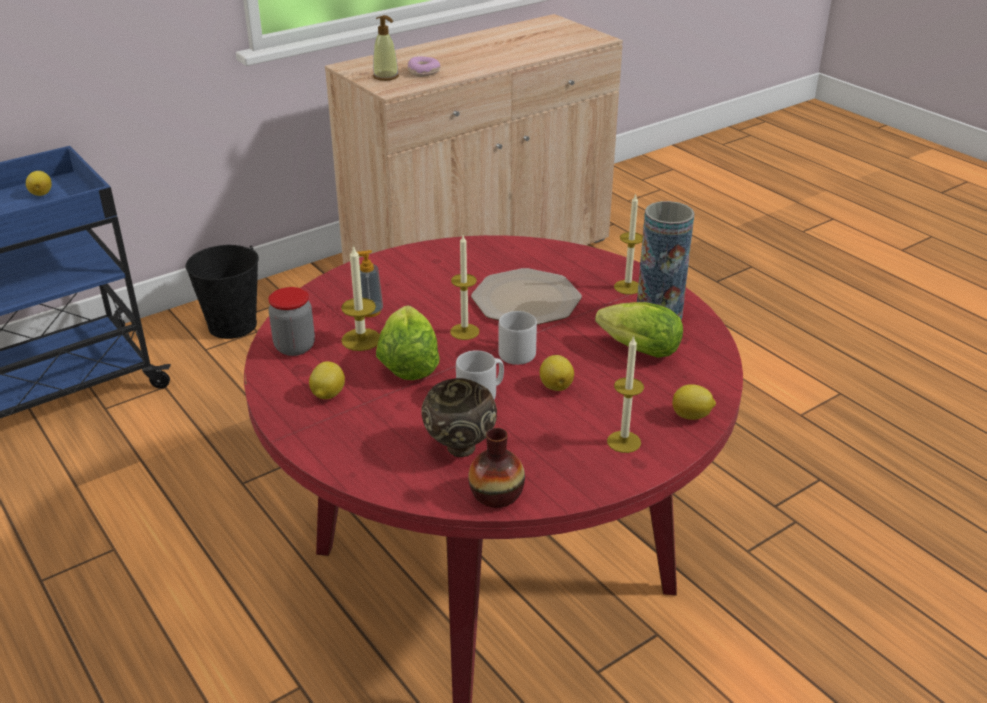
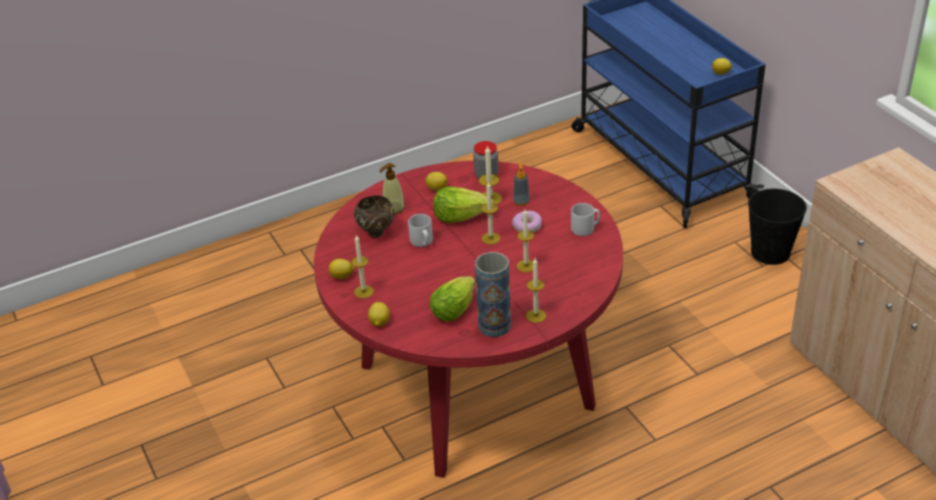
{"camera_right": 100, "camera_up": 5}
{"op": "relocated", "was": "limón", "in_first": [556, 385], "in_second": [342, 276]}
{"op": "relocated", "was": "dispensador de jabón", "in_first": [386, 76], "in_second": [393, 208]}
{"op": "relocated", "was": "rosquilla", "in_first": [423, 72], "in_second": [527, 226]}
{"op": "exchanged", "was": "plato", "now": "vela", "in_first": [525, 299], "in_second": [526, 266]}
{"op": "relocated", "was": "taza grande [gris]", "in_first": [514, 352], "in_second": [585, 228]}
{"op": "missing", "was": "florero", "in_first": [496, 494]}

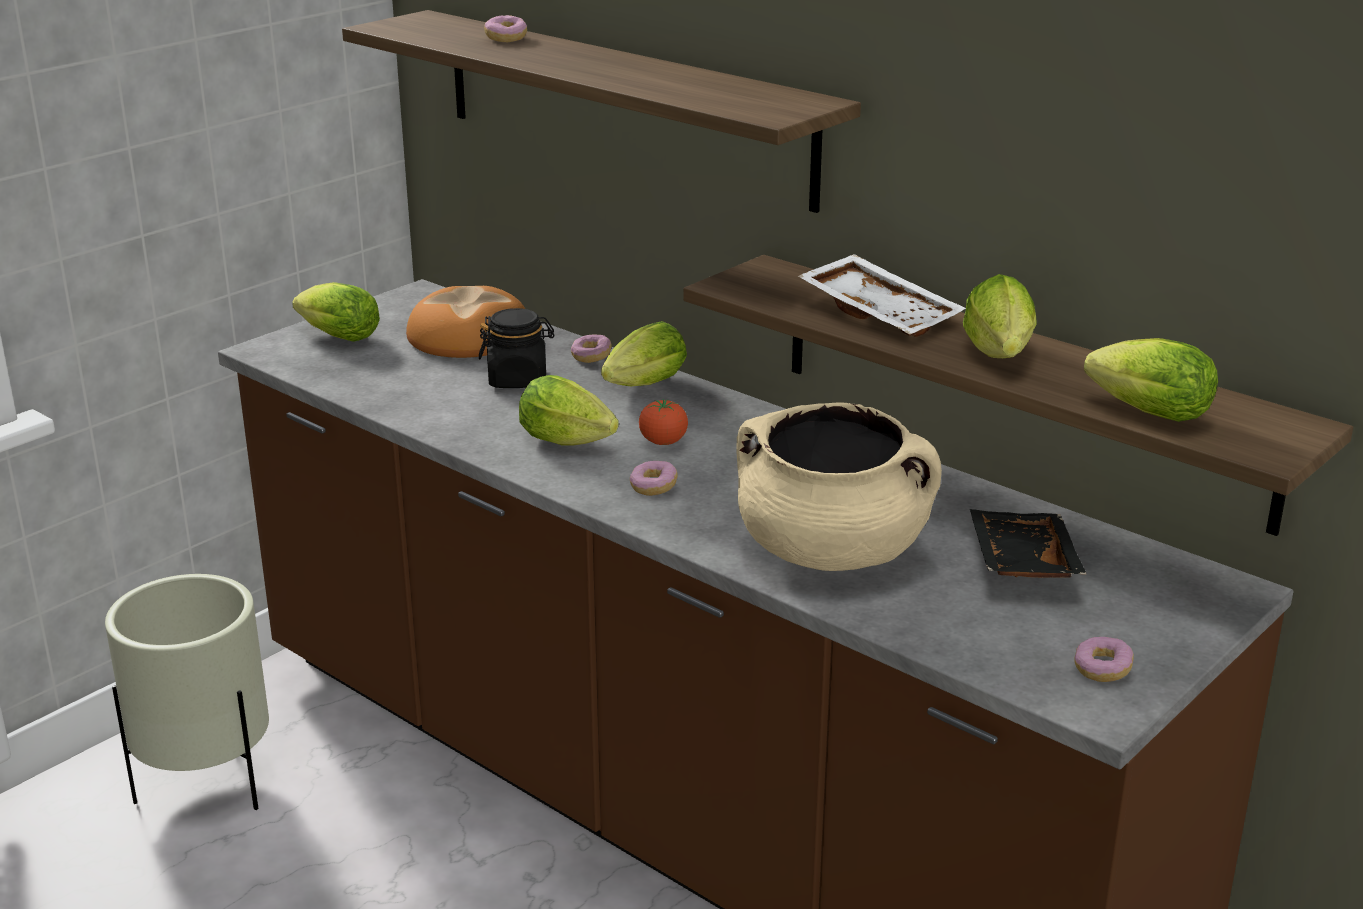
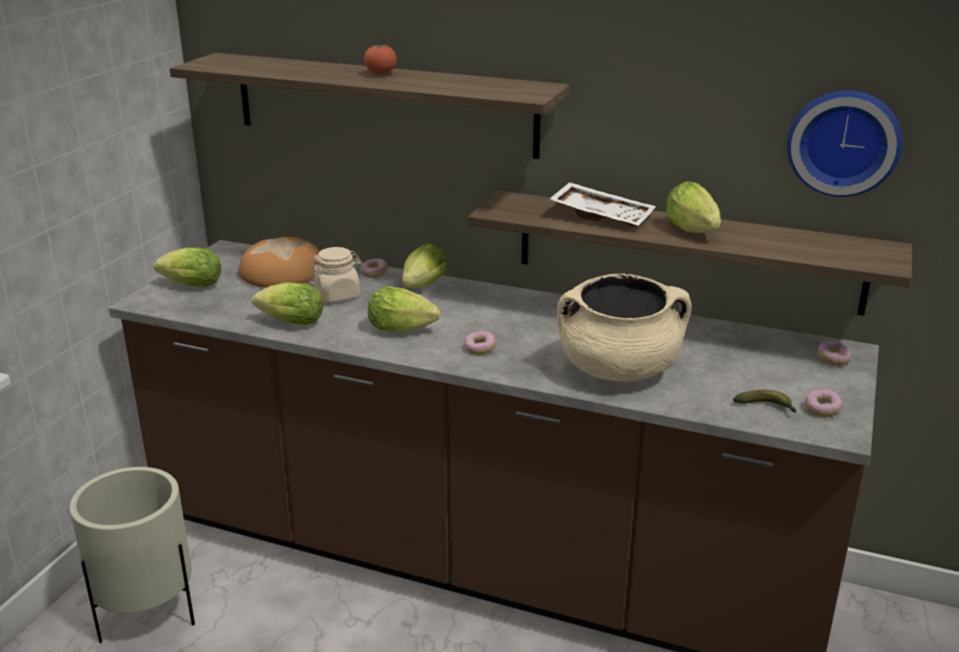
{"camera_right": -20, "camera_up": 0}
{"op": "relocated", "was": "lechuga", "in_first": [1143, 412], "in_second": [288, 322]}
{"op": "colour", "was": "tarro [negro]", "now": "tarro [beis]", "in_first": [518, 379], "in_second": [337, 295]}
{"op": "relocated", "was": "tomate", "in_first": [663, 442], "in_second": [381, 74]}
{"op": "appeared", "now": "plátano", "in_second": [767, 408]}
{"op": "appeared", "now": "reloj de pared", "in_second": [844, 141]}
{"op": "relocated", "was": "rosquilla", "in_first": [506, 38], "in_second": [833, 360]}
{"op": "missing", "was": "bandeja [negro]", "in_first": [1019, 562]}

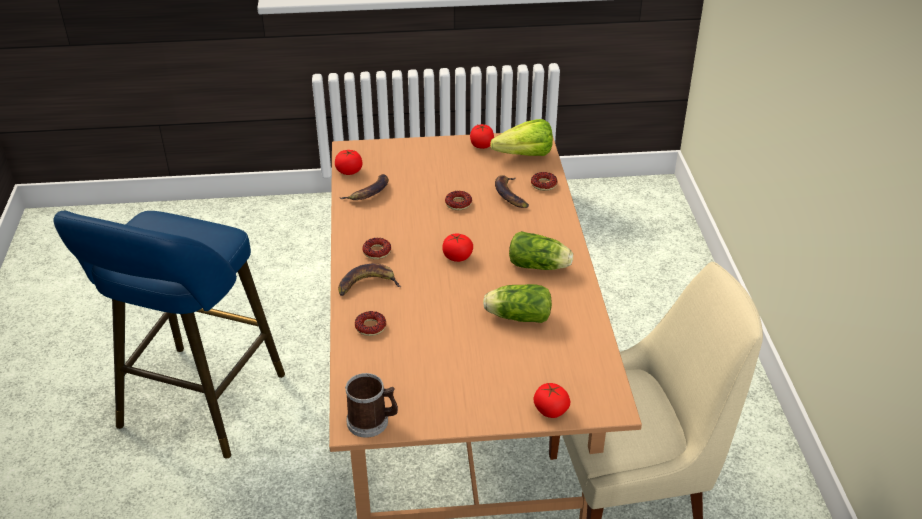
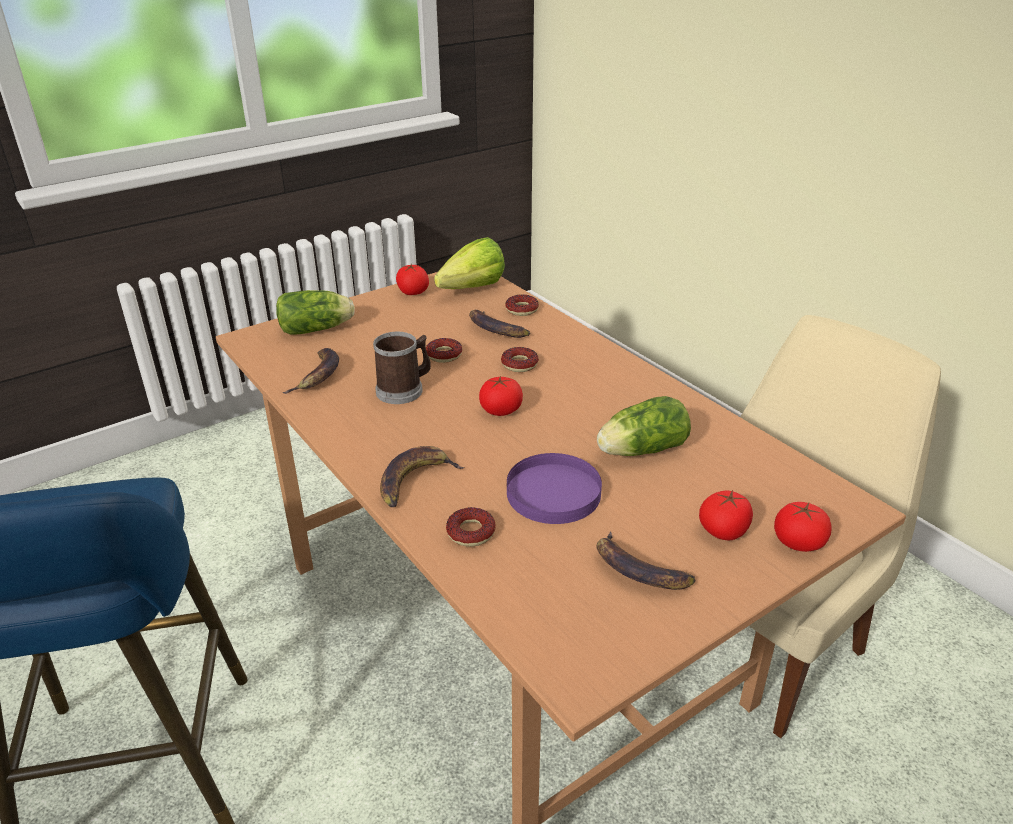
{"camera_right": -30, "camera_up": -5}
{"op": "relocated", "was": "lechuga", "in_first": [540, 266], "in_second": [318, 329]}
{"op": "relocated", "was": "taza grande", "in_first": [372, 422], "in_second": [404, 390]}
{"op": "relocated", "was": "rosquilla", "in_first": [377, 252], "in_second": [519, 364]}
{"op": "appeared", "now": "plato [morado]", "in_second": [553, 493]}
{"op": "appeared", "now": "plátano", "in_second": [638, 570]}
{"op": "relocated", "was": "tomate", "in_first": [349, 171], "in_second": [723, 531]}

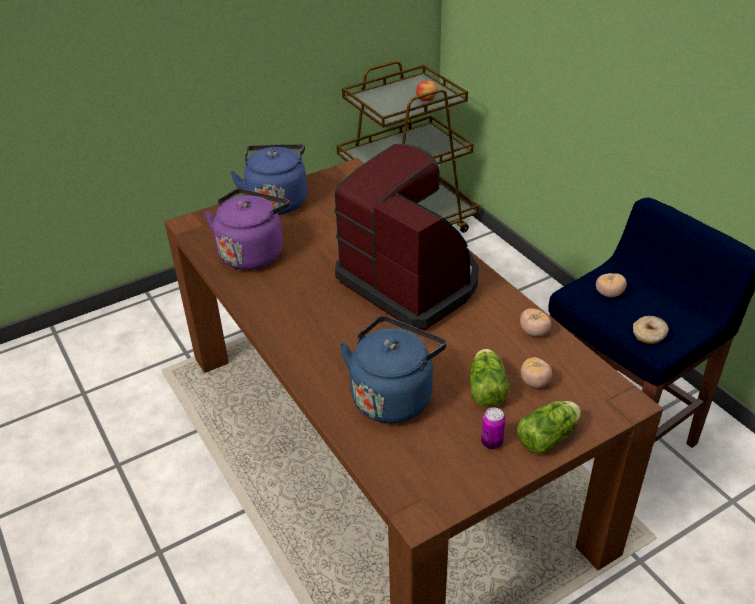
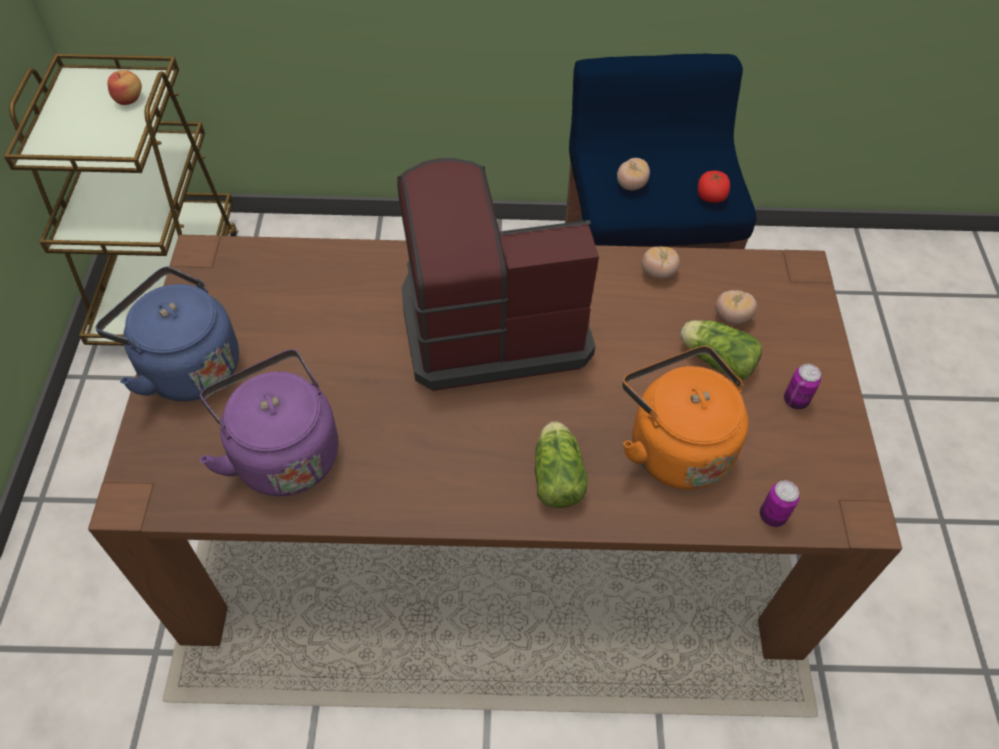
{"camera_right": -60, "camera_up": 15}
{"op": "relocated", "was": "lechuga", "in_first": [549, 436], "in_second": [557, 474]}
{"op": "colour", "was": "hervidor [azul]", "now": "hervidor [naranja]", "in_first": [393, 396], "in_second": [674, 445]}
{"op": "exchanged", "was": "rosquilla", "now": "tomate", "in_first": [649, 335], "in_second": [710, 197]}
{"op": "appeared", "now": "lata", "in_second": [772, 516]}

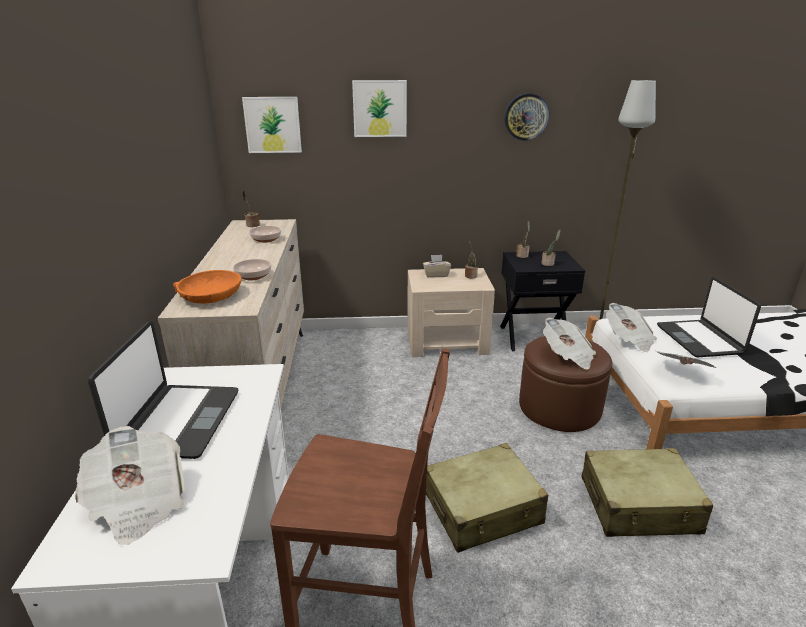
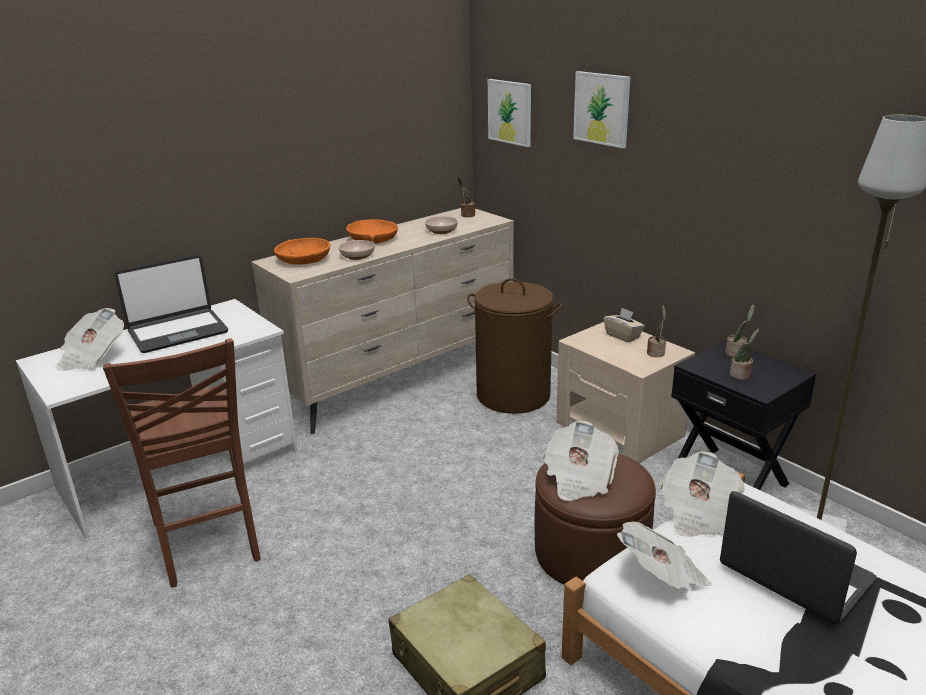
{"camera_right": 55, "camera_up": 0}
{"op": "appeared", "now": "cuenco [naranja]", "in_second": [373, 239]}
{"op": "appeared", "now": "cesto de la ropa [marrón]", "in_second": [513, 395]}
{"op": "spun", "was": "portátil", "in_first": [700, 339], "in_second": [794, 574], "clockwise": 90}
{"op": "missing", "was": "maleta [beis]", "in_first": [483, 509]}
{"op": "missing", "was": "reloj de pared", "in_first": [526, 117]}

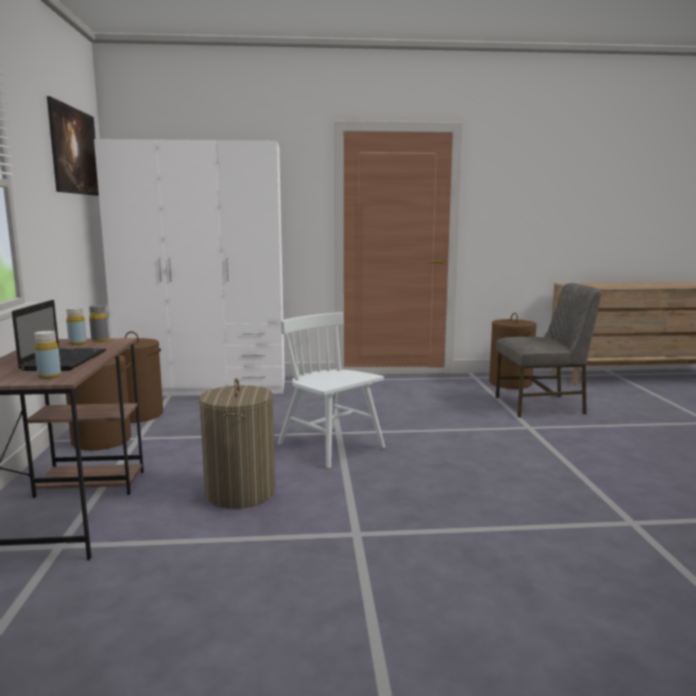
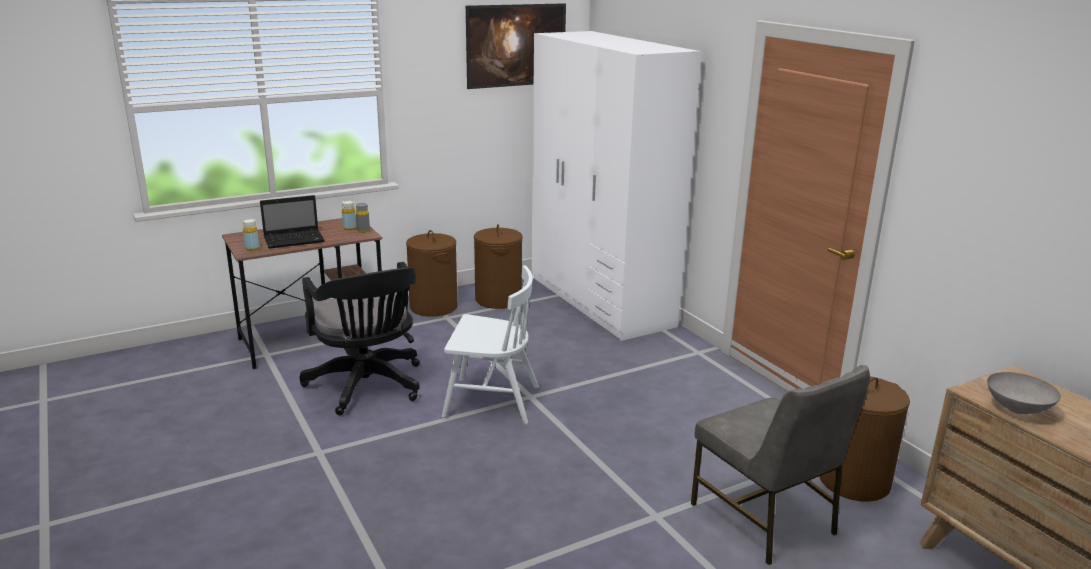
{"camera_right": 65, "camera_up": 10}
{"op": "exchanged", "was": "cesto de la ropa", "now": "silla de oficina [negro]", "in_first": [240, 493], "in_second": [368, 387]}
{"op": "spun", "was": "silla [blanco]", "in_first": [331, 446], "in_second": [491, 401], "clockwise": 75}
{"op": "appeared", "now": "cuenco [gris]", "in_second": [1016, 409]}

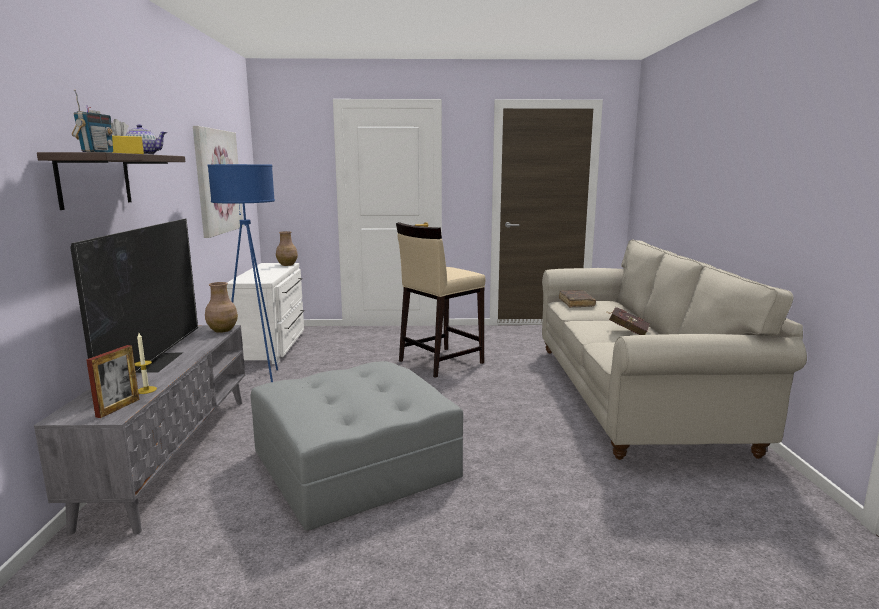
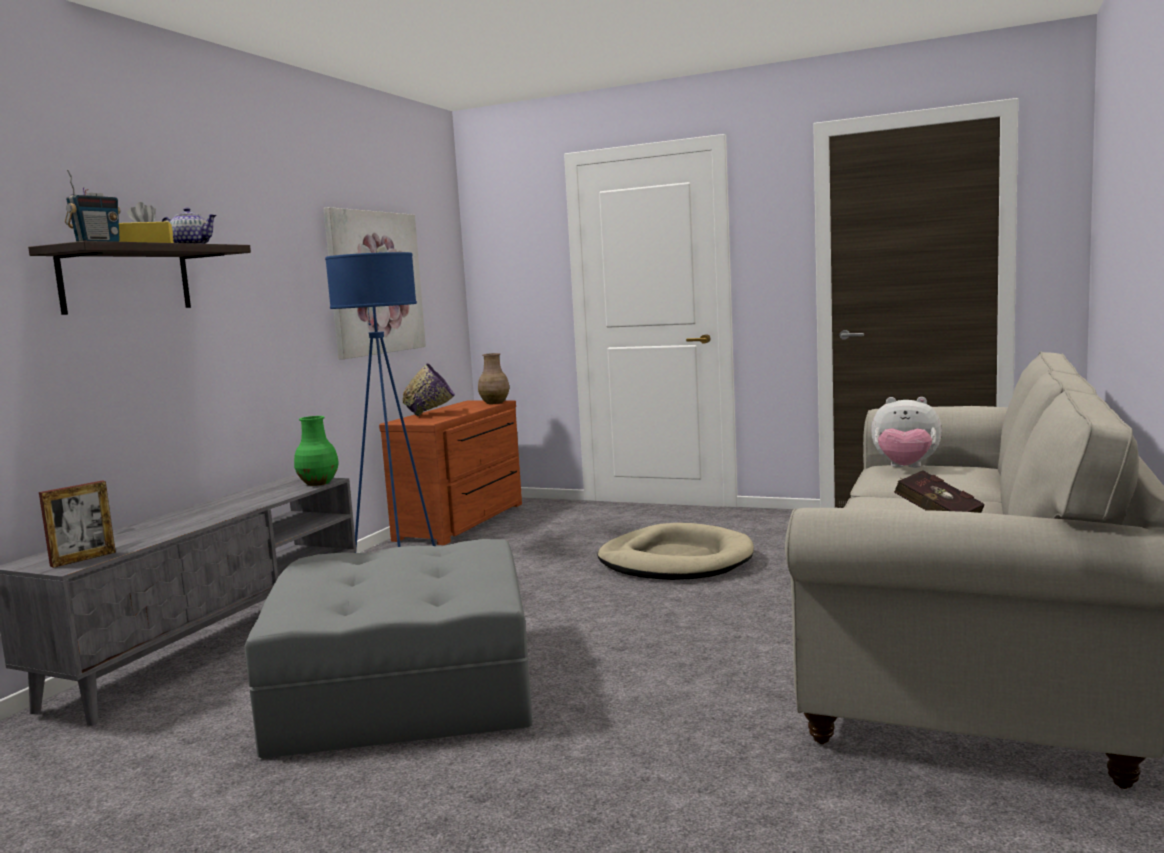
{"camera_right": 25, "camera_up": -5}
{"op": "colour", "was": "florero [marrón]", "now": "florero [verde]", "in_first": [222, 330], "in_second": [317, 483]}
{"op": "colour", "was": "cómoda [blanco]", "now": "cómoda [marrón]", "in_first": [274, 346], "in_second": [464, 521]}
{"op": "appeared", "now": "cuenco [morado]", "in_second": [432, 414]}
{"op": "exchanged", "was": "taburete [beis]", "now": "cama para perro [beis]", "in_first": [439, 362], "in_second": [675, 560]}
{"op": "exchanged", "was": "libro [marrón]", "now": "peluche", "in_first": [576, 303], "in_second": [905, 468]}
{"op": "missing", "was": "televisor", "in_first": [155, 361]}
{"op": "missing", "was": "vela", "in_first": [146, 390]}

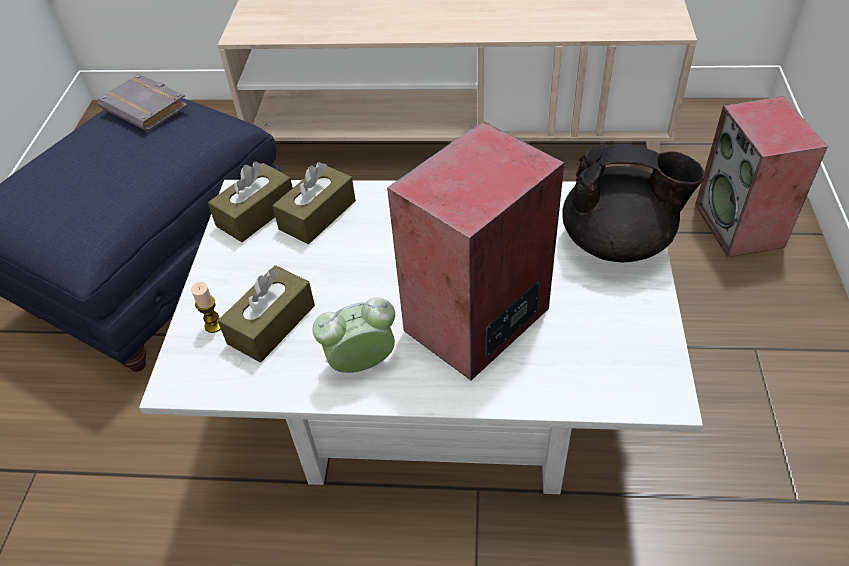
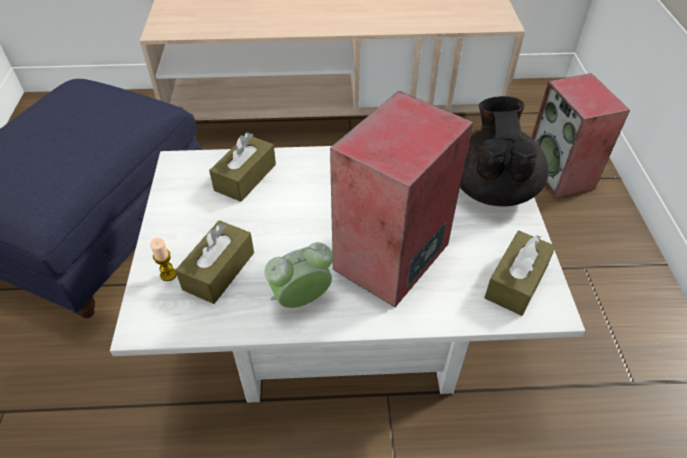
{"camera_right": -10, "camera_up": 0}
{"op": "spun", "was": "tetera [negro]", "in_first": [618, 242], "in_second": [493, 188], "clockwise": -90}
{"op": "relocated", "was": "caja de pañuelos [marrón]", "in_first": [256, 214], "in_second": [516, 281]}
{"op": "missing", "was": "libro [gris]", "in_first": [148, 108]}

